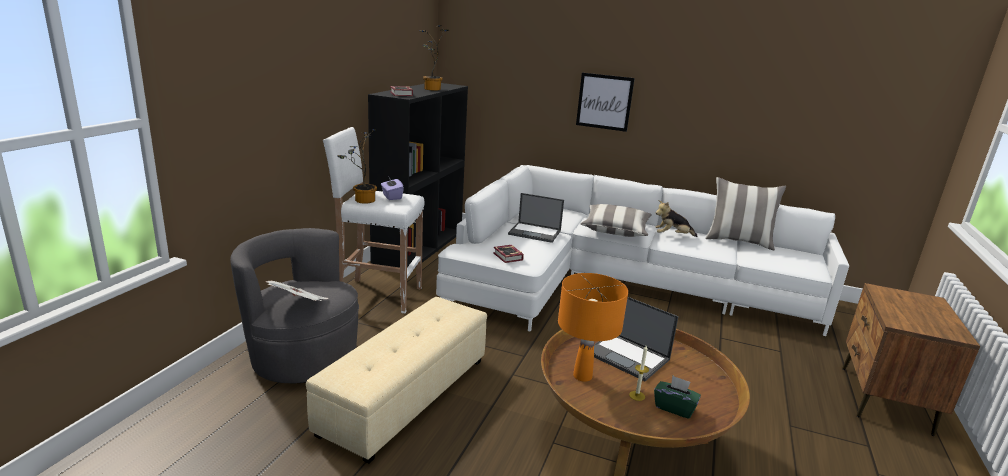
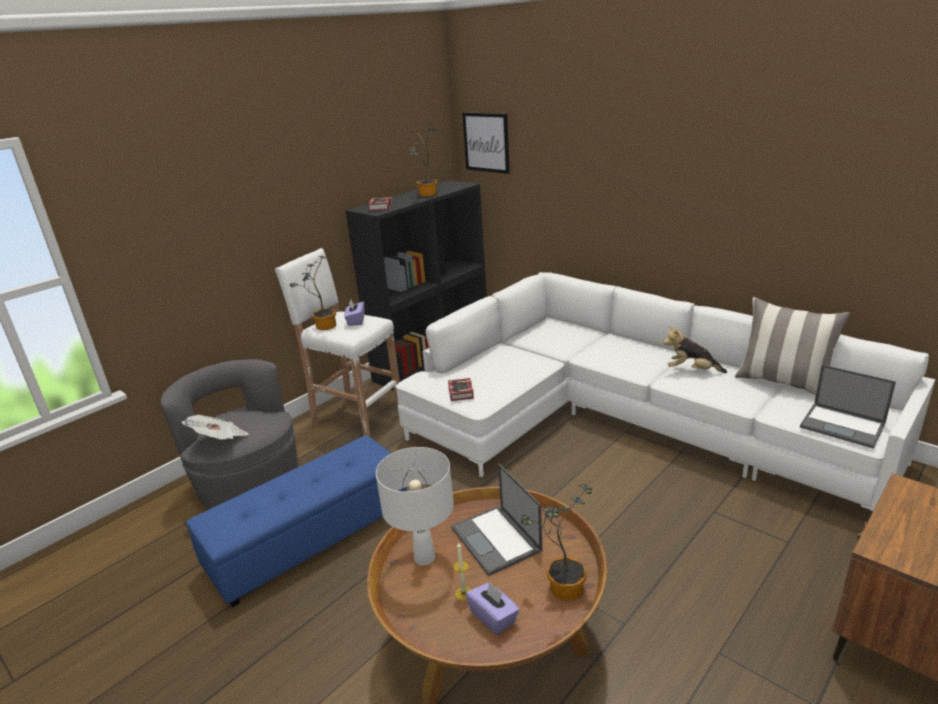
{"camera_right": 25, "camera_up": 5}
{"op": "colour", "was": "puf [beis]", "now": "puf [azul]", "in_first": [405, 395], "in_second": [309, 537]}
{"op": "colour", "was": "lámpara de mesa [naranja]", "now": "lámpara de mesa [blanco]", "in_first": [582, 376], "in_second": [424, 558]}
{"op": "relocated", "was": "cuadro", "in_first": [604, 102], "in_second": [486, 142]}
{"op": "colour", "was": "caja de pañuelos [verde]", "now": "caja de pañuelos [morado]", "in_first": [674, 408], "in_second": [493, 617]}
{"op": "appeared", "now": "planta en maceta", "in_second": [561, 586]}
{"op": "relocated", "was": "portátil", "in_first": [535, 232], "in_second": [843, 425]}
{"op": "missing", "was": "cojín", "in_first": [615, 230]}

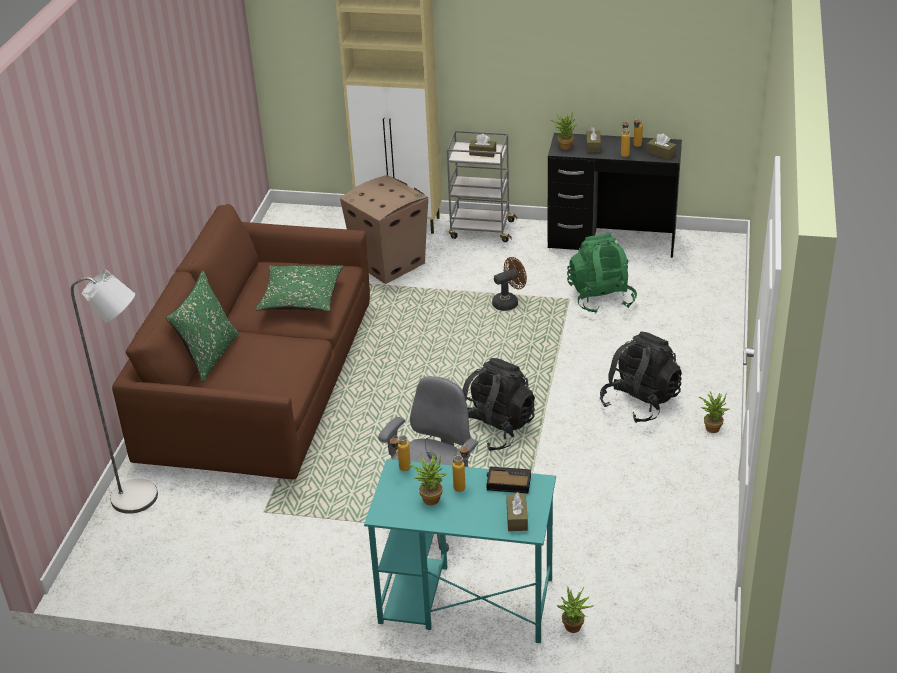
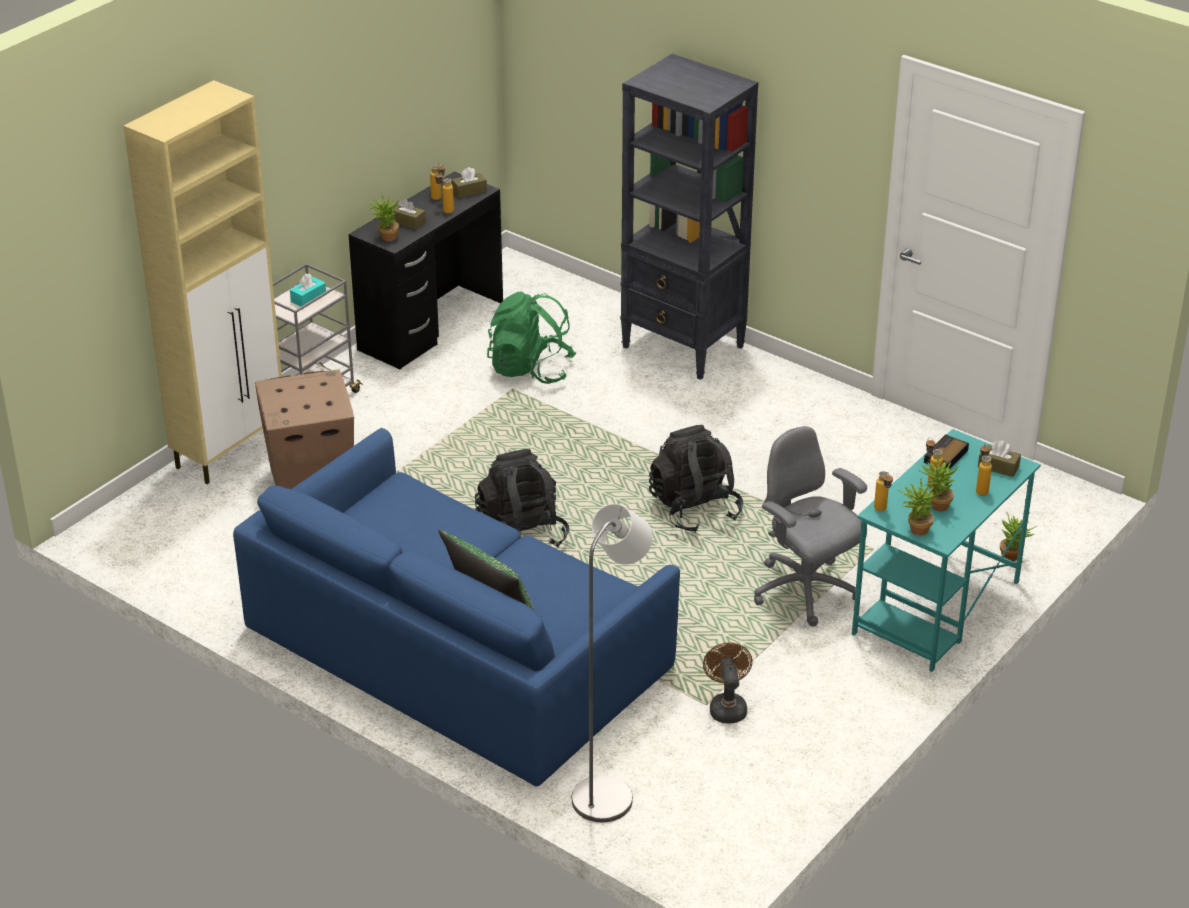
{"camera_right": -65, "camera_up": 0}
{"op": "colour", "was": "sofá [marrón]", "now": "sofá [azul]", "in_first": [259, 379], "in_second": [456, 647]}
{"op": "colour", "was": "caja de pañuelos [marrón]", "now": "caja de pañuelos [turquesa]", "in_first": [482, 153], "in_second": [308, 298]}
{"op": "relocated", "was": "mochila [negro]", "in_first": [640, 402], "in_second": [521, 534]}
{"op": "appeared", "now": "estantería [negro]", "in_second": [684, 347]}
{"op": "relocated", "was": "ventilador [marrón]", "in_first": [509, 302], "in_second": [727, 706]}
{"op": "relocated", "was": "planta en maceta", "in_first": [712, 427], "in_second": [915, 529]}
{"op": "appeared", "now": "botella", "in_second": [981, 489]}
{"op": "missing", "was": "cojín [verde]", "in_first": [300, 298]}

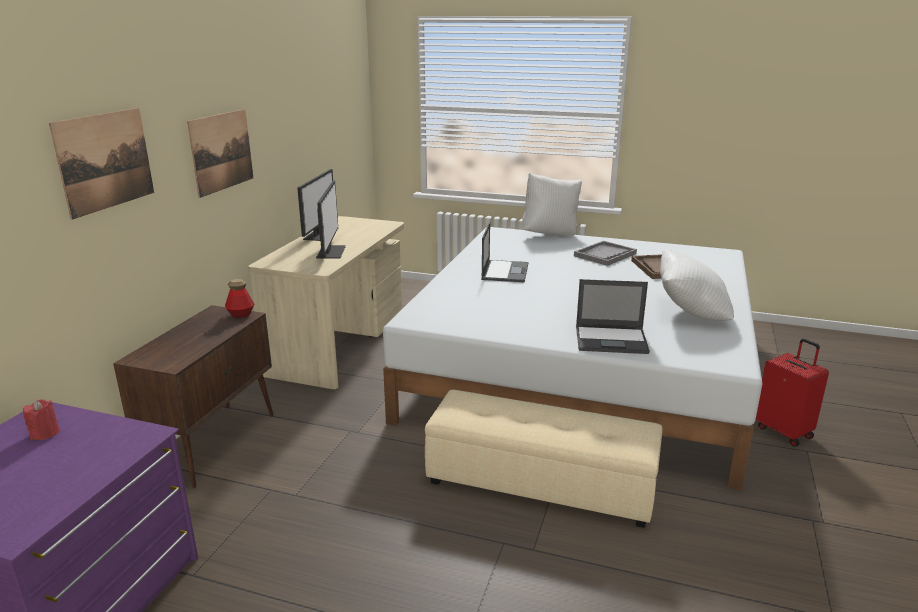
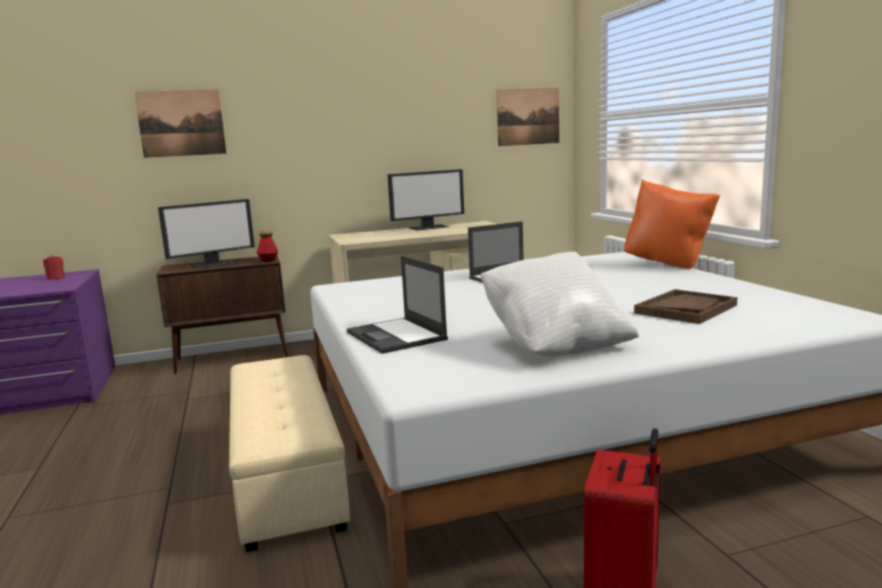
{"camera_right": 55, "camera_up": -10}
{"op": "relocated", "was": "monitor", "in_first": [330, 252], "in_second": [213, 264]}
{"op": "relocated", "was": "cuadro", "in_first": [222, 151], "in_second": [528, 117]}
{"op": "colour", "was": "cojín [blanco]", "now": "cojín [naranja]", "in_first": [550, 233], "in_second": [668, 264]}
{"op": "missing", "was": "bandeja [gris]", "in_first": [605, 255]}

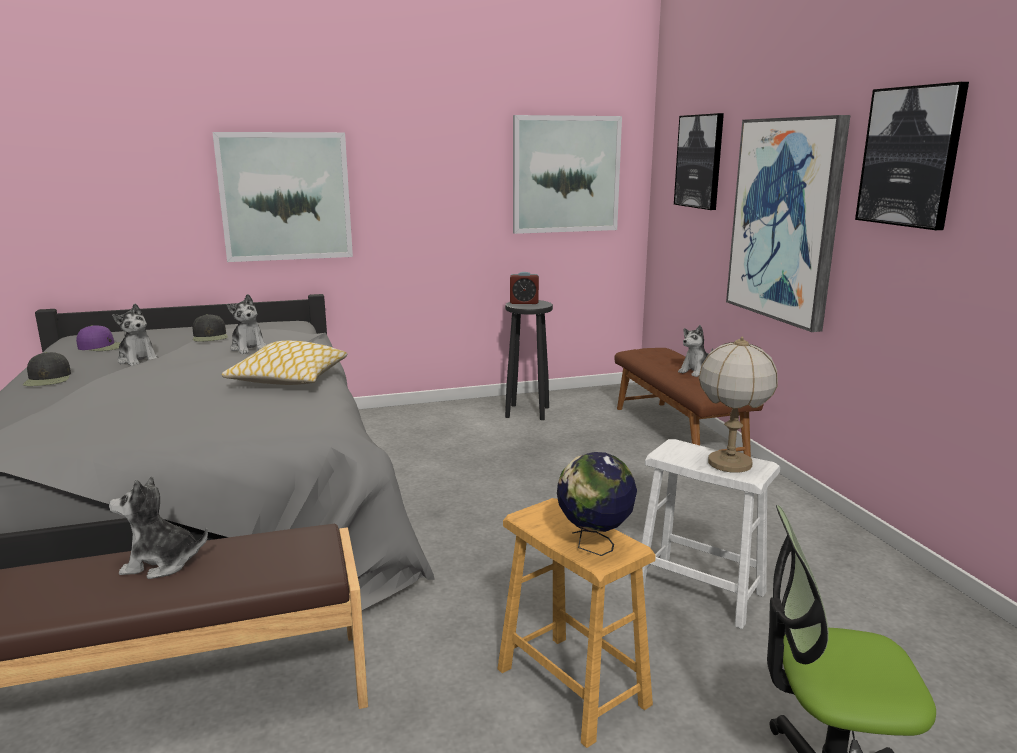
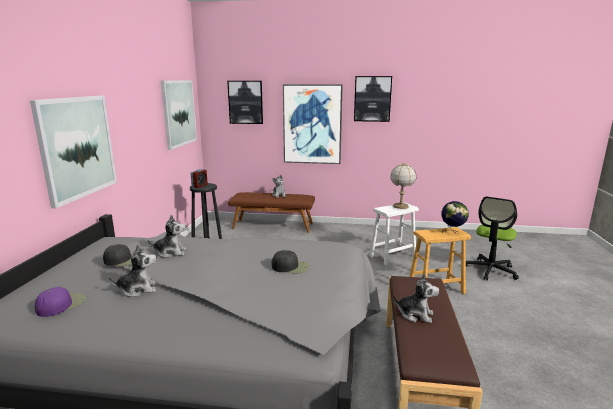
{"camera_right": -65, "camera_up": 0}
{"op": "relocated", "was": "gorra [negro]", "in_first": [48, 379], "in_second": [291, 267]}
{"op": "spun", "was": "peluche", "in_first": [161, 563], "in_second": [415, 314], "clockwise": -90}
{"op": "missing", "was": "cojín", "in_first": [289, 379]}

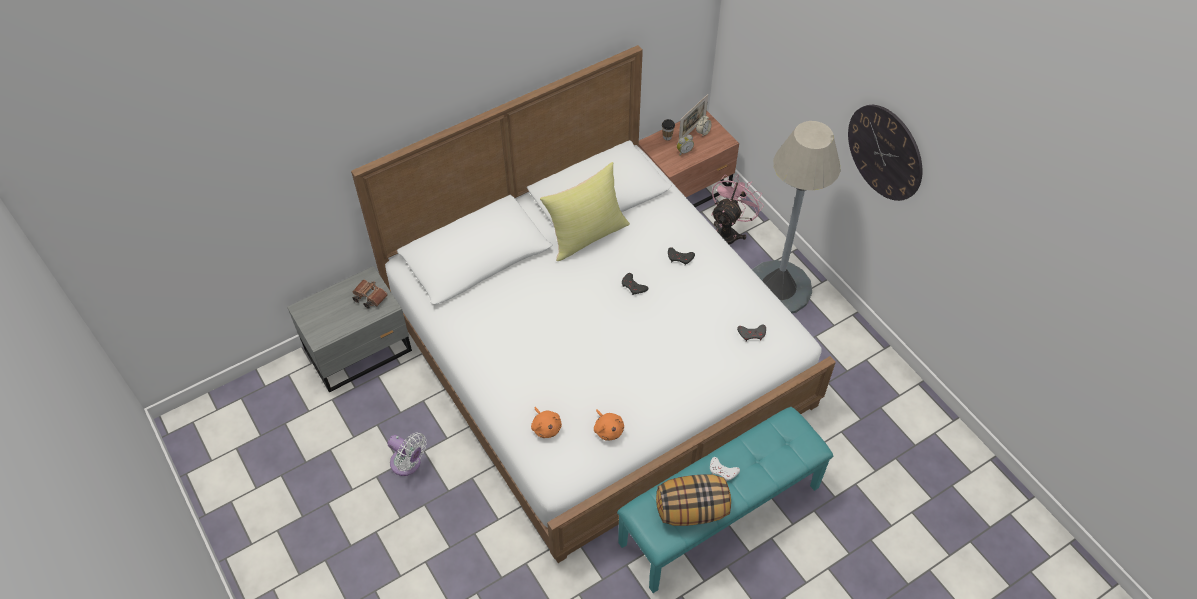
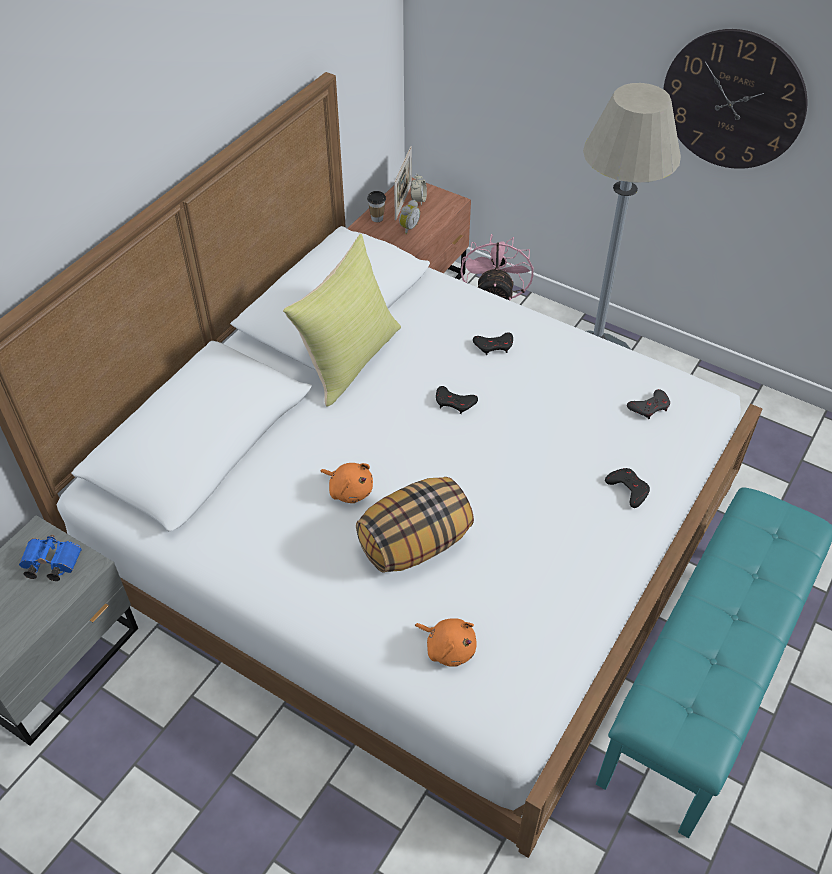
{"camera_right": -25, "camera_up": -5}
{"op": "colour", "was": "prismáticos [marrón]", "now": "prismáticos [azul]", "in_first": [369, 297], "in_second": [50, 564]}
{"op": "relocated", "was": "peluche [naranja]", "in_first": [608, 429], "in_second": [349, 490]}
{"op": "relocated", "was": "cojín", "in_first": [692, 509], "in_second": [415, 543]}
{"op": "appeared", "now": "mando de consola [negro]", "in_second": [628, 489]}
{"op": "missing", "was": "ventilador [blanco]", "in_first": [408, 464]}
{"op": "missing", "was": "mando de consola [blanco]", "in_first": [723, 471]}

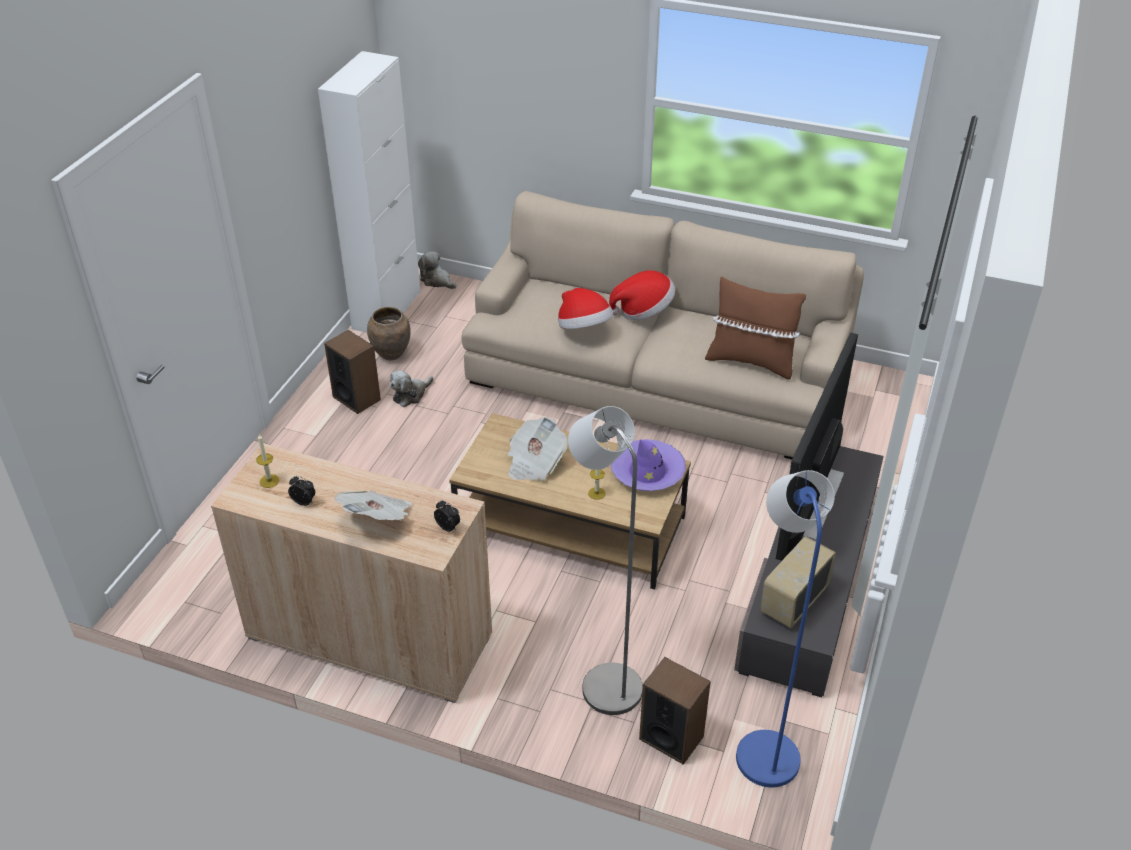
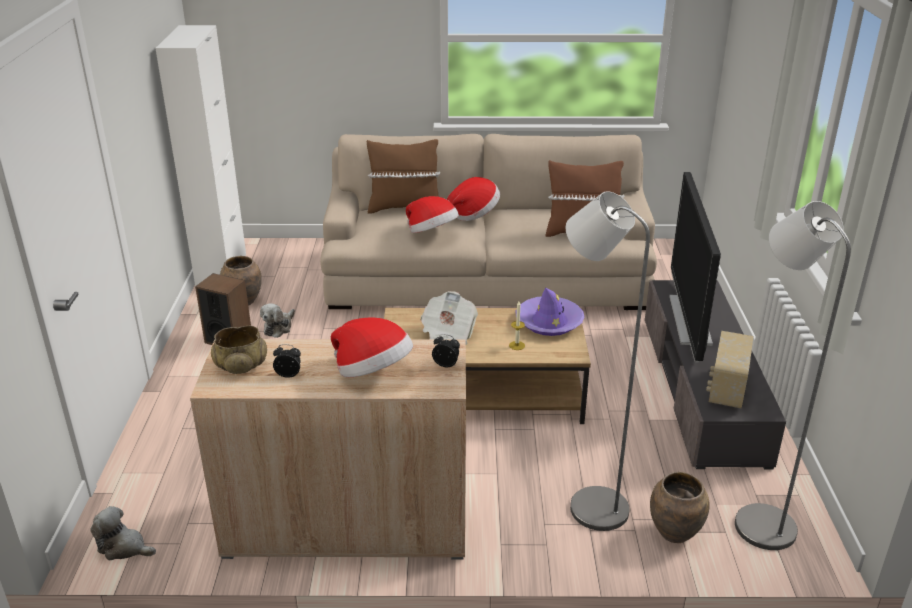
{"camera_right": -20, "camera_up": -10}
{"op": "relocated", "was": "peluche", "in_first": [437, 281], "in_second": [124, 547]}
{"op": "exchanged", "was": "vela", "now": "cuenco [beis]", "in_first": [269, 481], "in_second": [241, 366]}
{"op": "exchanged", "was": "periódico", "now": "sombrero", "in_first": [378, 518], "in_second": [373, 372]}
{"op": "appeared", "now": "cojín [marrón]", "in_second": [404, 208]}
{"op": "exchanged", "was": "altavoz", "now": "florero [marrón]", "in_first": [671, 737], "in_second": [675, 533]}
{"op": "colour", "was": "lámpara de pie [azul]", "now": "lámpara de pie [gris]", "in_first": [764, 748], "in_second": [756, 520]}

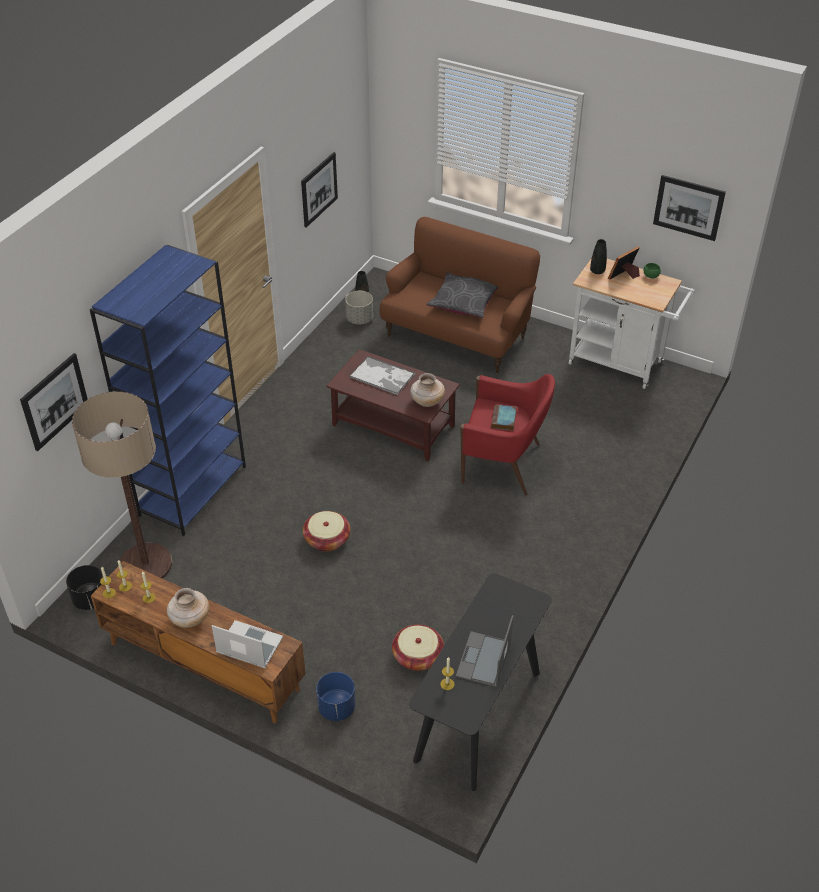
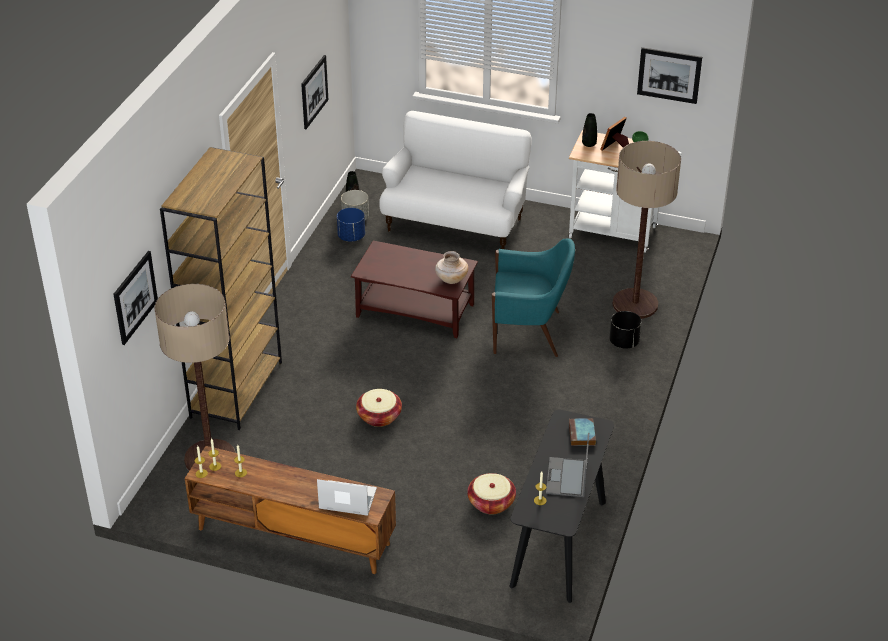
{"camera_right": -10, "camera_up": -5}
{"op": "colour", "was": "estantería [azul]", "now": "estantería [marrón]", "in_first": [193, 490], "in_second": [236, 389]}
{"op": "relocated", "was": "maceta [azul]", "in_first": [336, 708], "in_second": [351, 237]}
{"op": "colour", "was": "sofá [marrón]", "now": "sofá [blanco]", "in_first": [457, 335], "in_second": [455, 223]}
{"op": "colour", "was": "sillón [rojo]", "now": "sillón [turquesa]", "in_first": [503, 464], "in_second": [529, 333]}
{"op": "relocated", "was": "libro", "in_first": [504, 420], "in_second": [582, 435]}
{"op": "relocated", "was": "maceta [negro]", "in_first": [90, 599], "in_second": [624, 342]}
{"op": "appeared", "now": "lámpara de pie", "in_second": [635, 304]}
{"op": "missing", "was": "florero [beis]", "in_first": [190, 619]}
{"op": "missing", "was": "bandeja", "in_first": [382, 376]}
{"op": "missing", "was": "cojín [gris]", "in_first": [463, 302]}

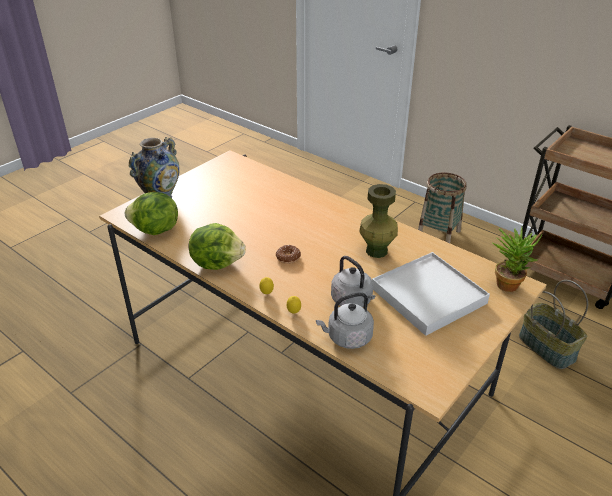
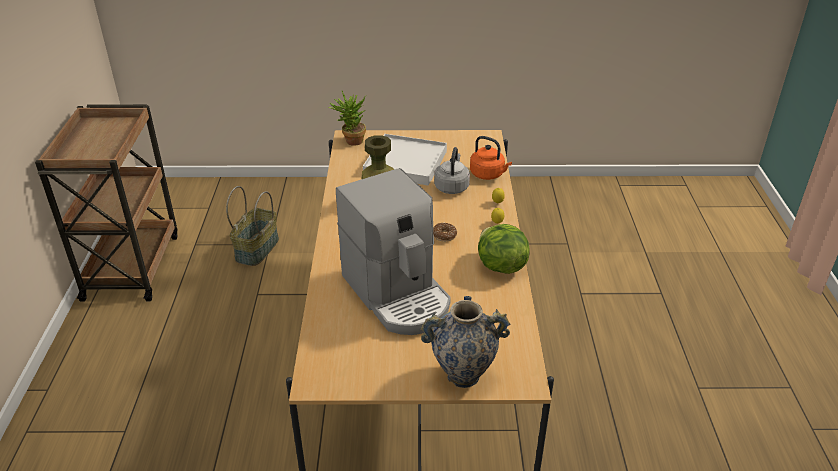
{"camera_right": -130, "camera_up": 0}
{"op": "appeared", "now": "cafetera", "in_second": [398, 294]}
{"op": "colour", "was": "hervidor [gris]", "now": "hervidor [naranja]", "in_first": [347, 338], "in_second": [488, 174]}
{"op": "missing", "was": "lechuga", "in_first": [155, 230]}
{"op": "missing", "was": "cesta", "in_first": [438, 234]}

